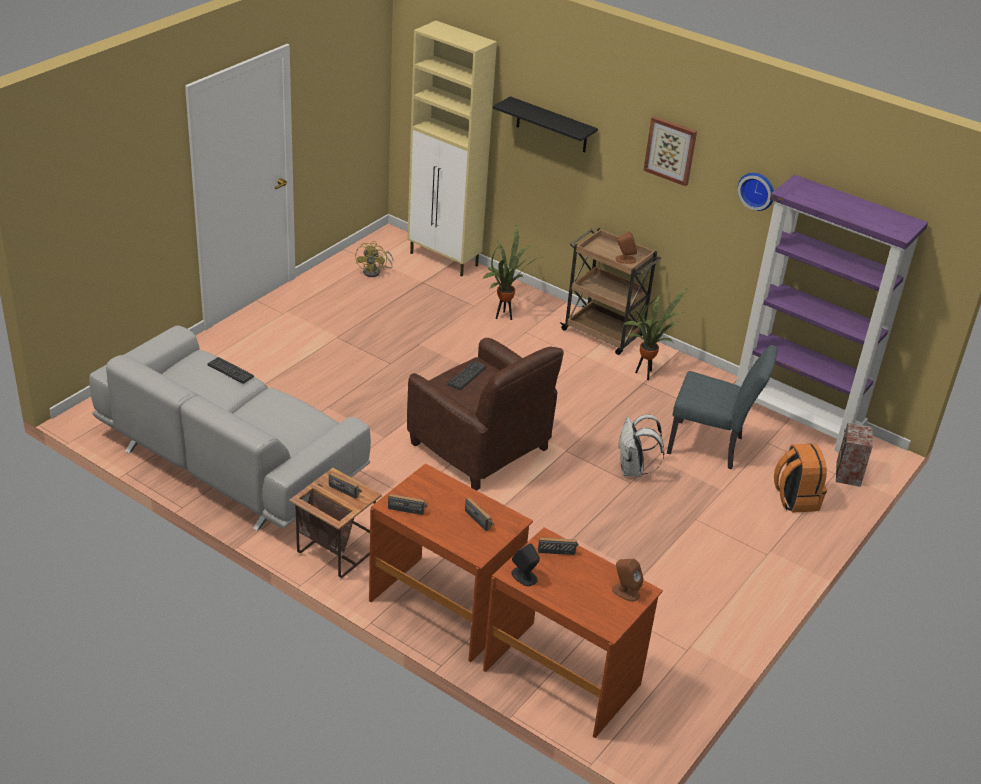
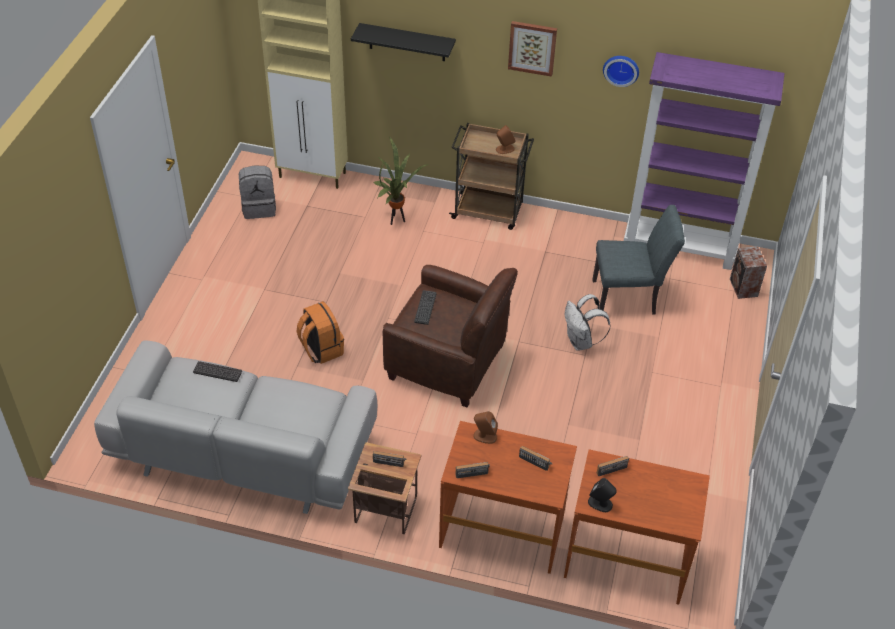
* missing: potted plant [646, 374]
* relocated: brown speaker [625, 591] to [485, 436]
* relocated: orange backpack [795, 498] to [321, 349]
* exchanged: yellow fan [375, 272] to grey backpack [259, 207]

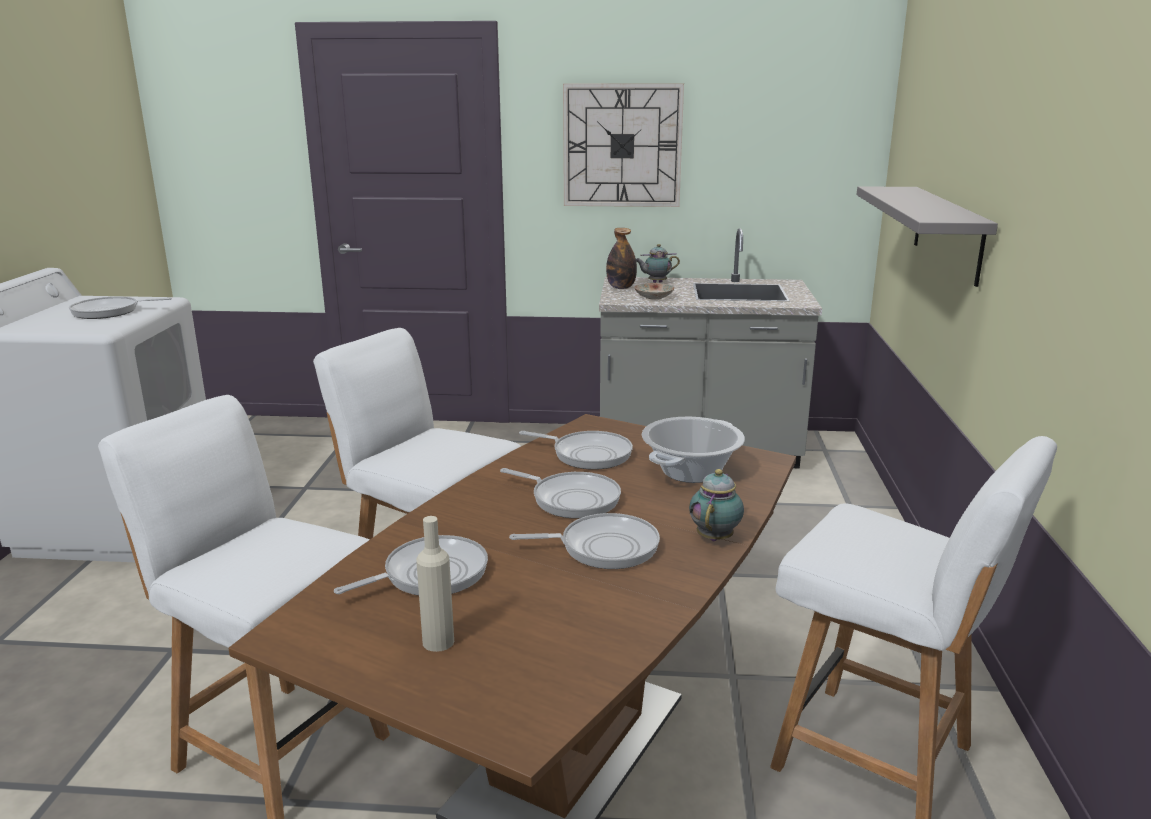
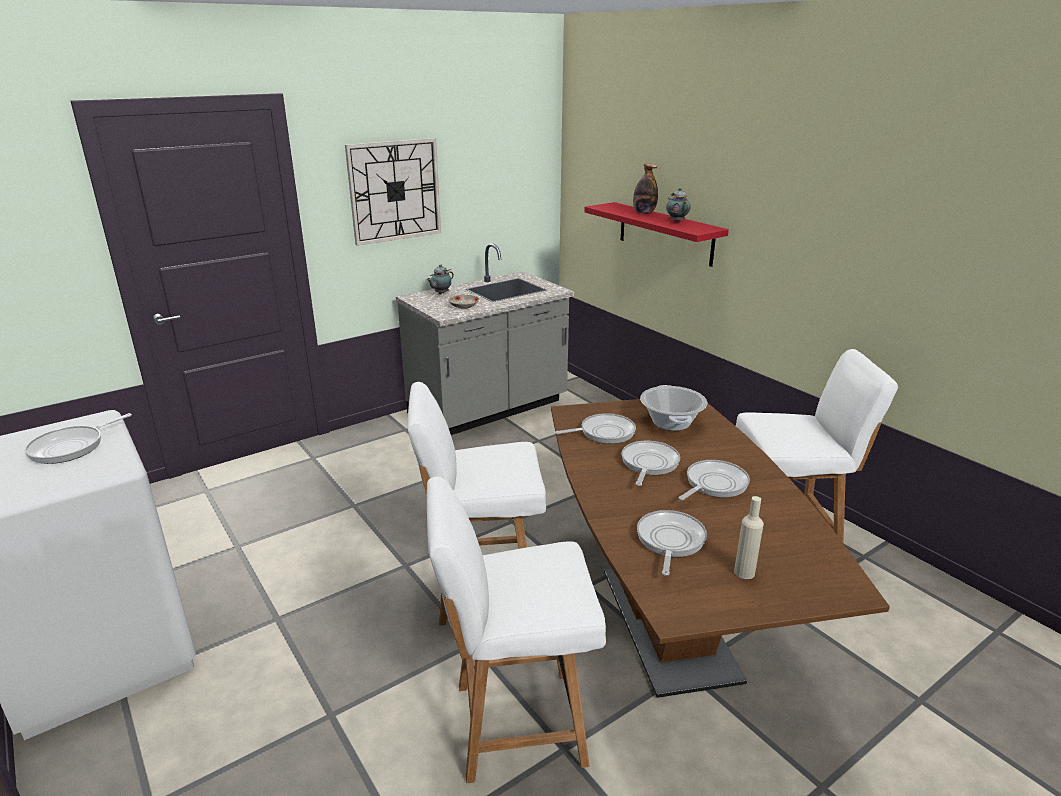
* relocated: bottle [621, 287] to [644, 213]
* relocated: teapot [716, 537] to [676, 221]
* colour: grey shelf [948, 233] to red shelf [665, 233]
* spun: frying pan [571, 499] = [648, 464] 60 degrees counterclockwise

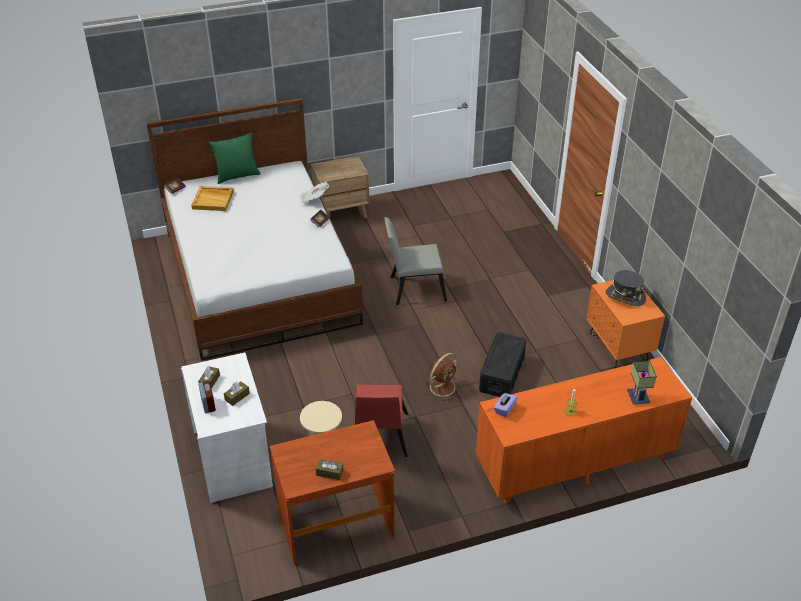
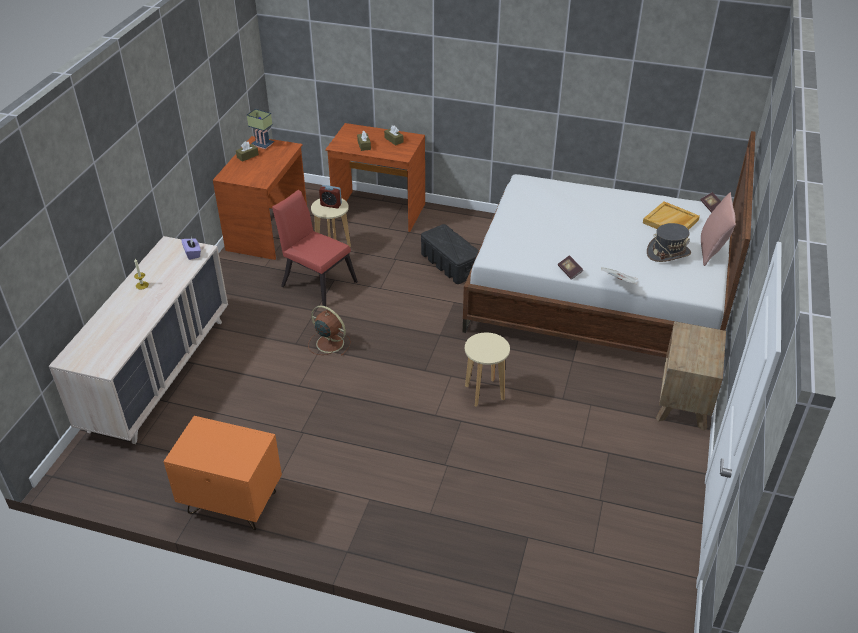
* relocated: alarm clock [208, 405] to [331, 205]
* relocated: black storage box [501, 374] to [450, 264]
* relocated: grey hat [625, 296] to [668, 253]
* relocated: table lamp [639, 398] to [261, 144]
* exchanged: grey chair [413, 288] to beige stool [484, 393]
* colour: white desk [233, 458] to brown desk [379, 211]
* colour: green pillow [237, 176] to pink pillow [712, 250]
* colour: orange dresser [574, 463] to beige dresser [159, 373]
* spun: brown fan [443, 386] = [329, 343] 135 degrees clockwise

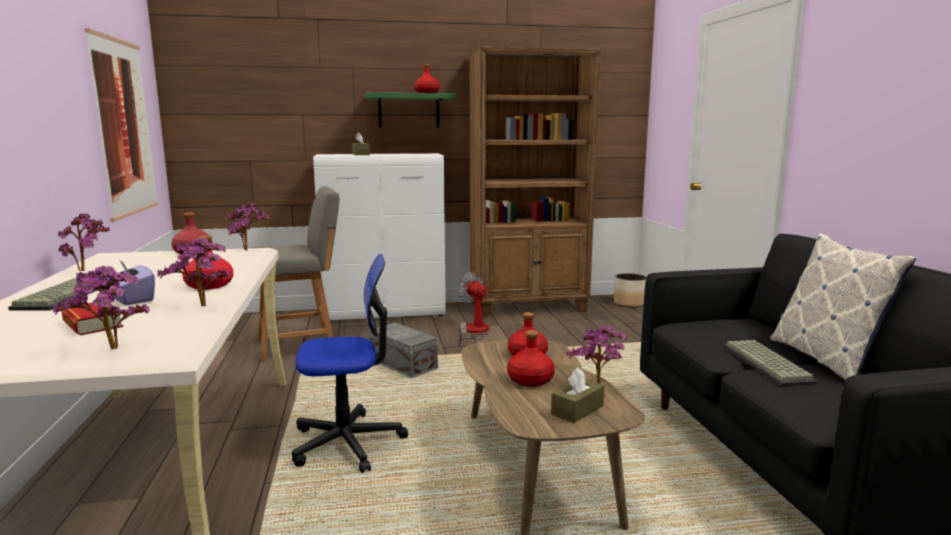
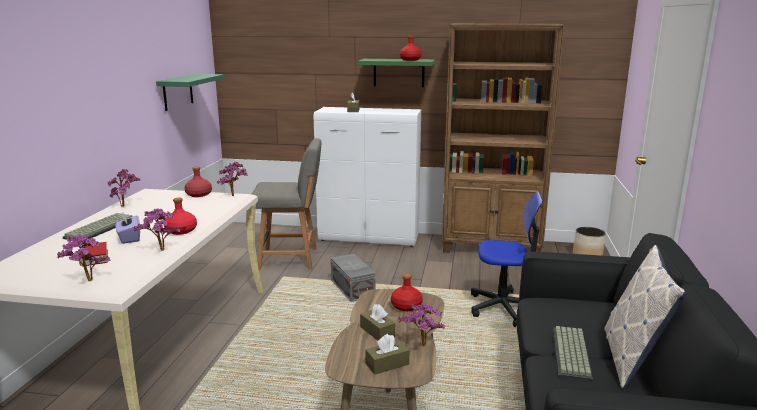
* missing: fan [474, 332]
* relocated: office chair [347, 443] to [503, 308]
* exchanged: picture [124, 127] to green shelf [178, 92]
* exchanged: red bottle [530, 380] to brown tissue box [377, 332]

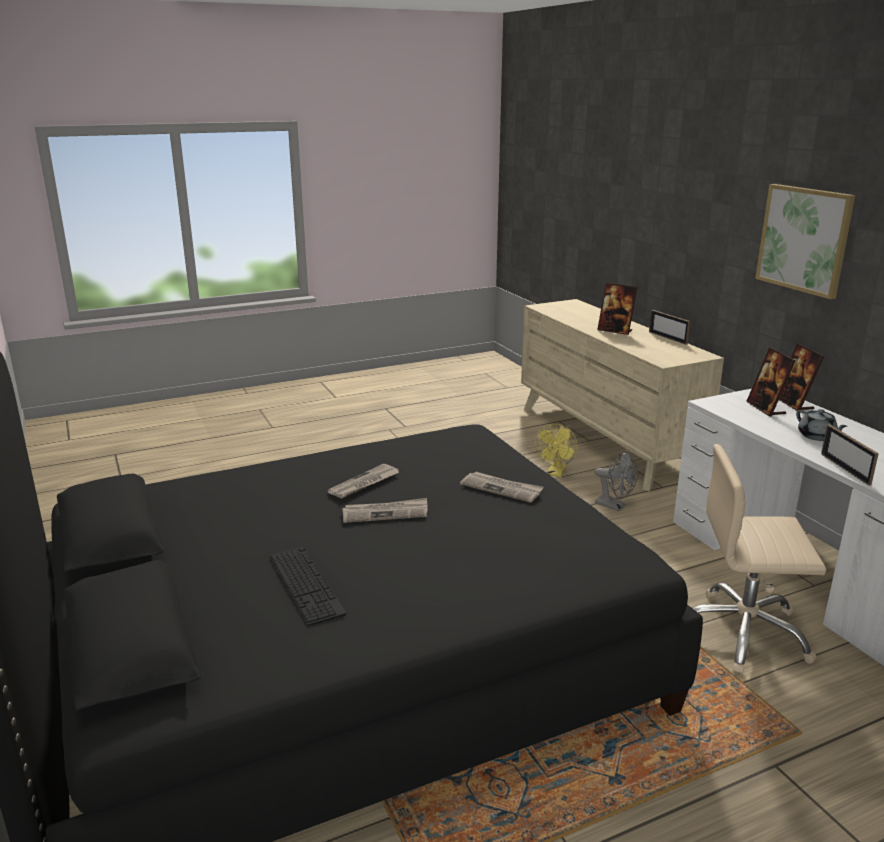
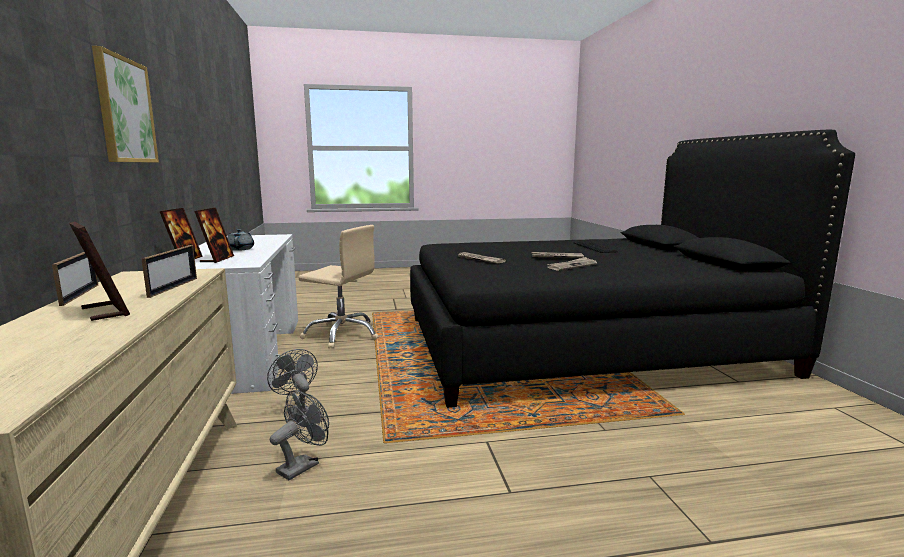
* relocated: picture frame [845, 469] to [173, 287]
* colour: yellow fan [555, 473] to grey fan [303, 465]

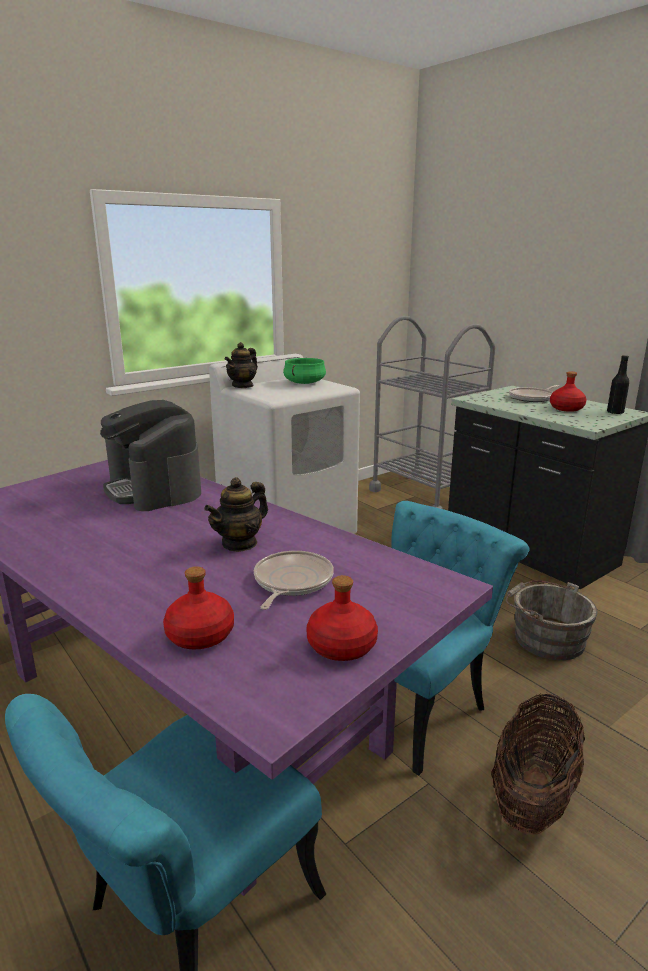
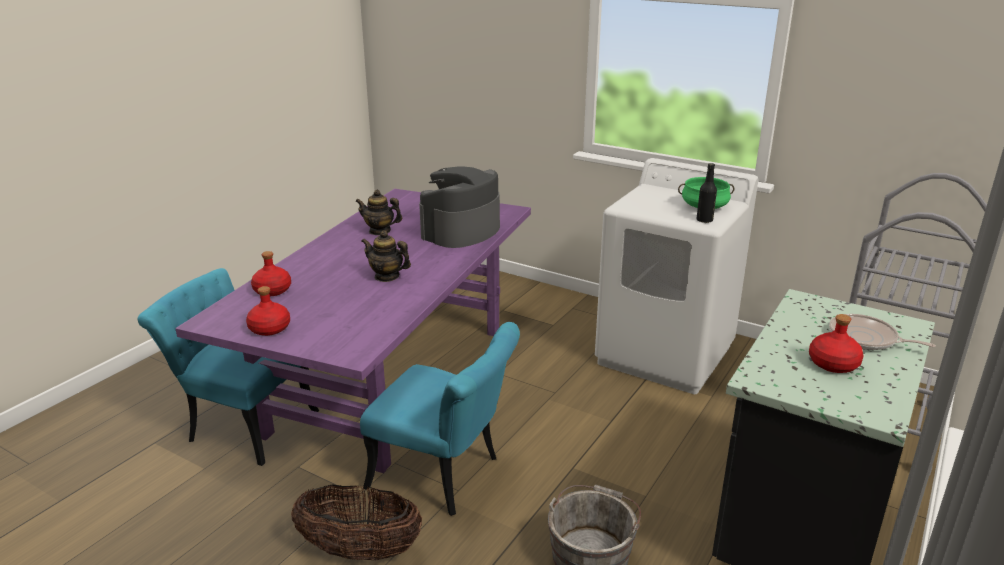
* missing: frying pan [291, 582]
* relocated: teapot [243, 386] to [380, 231]
* relocated: black bottle [615, 412] to [704, 220]

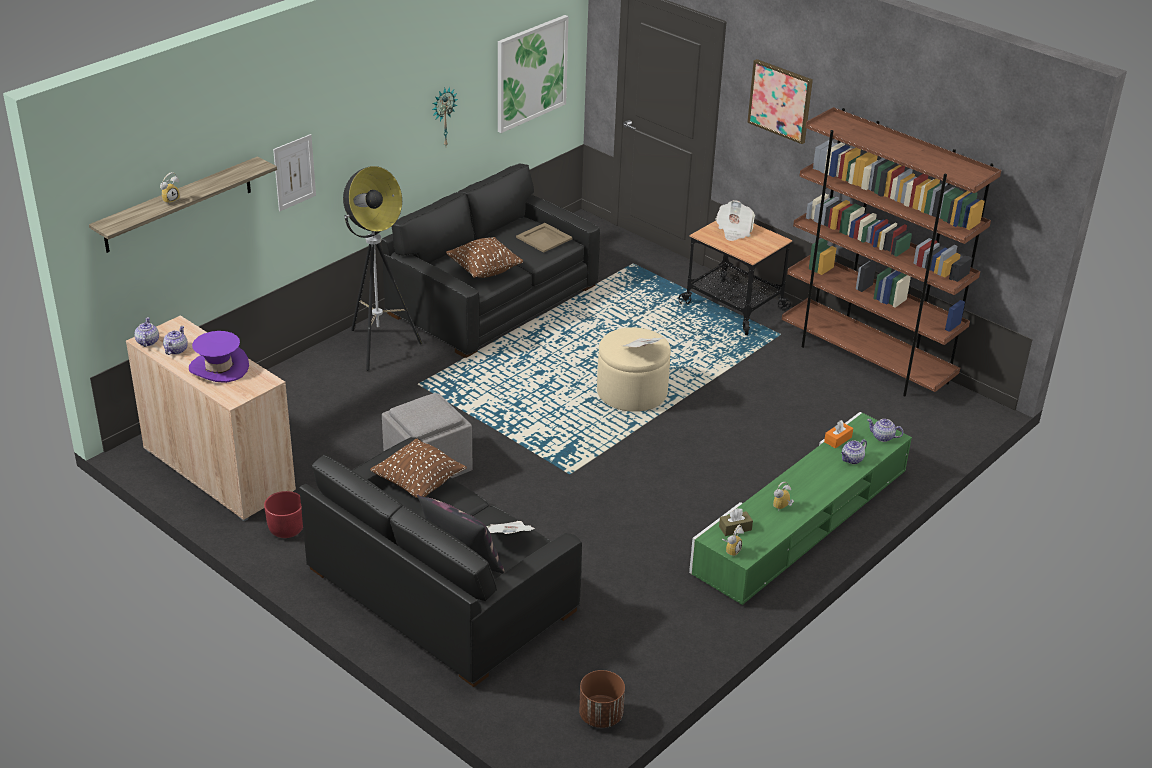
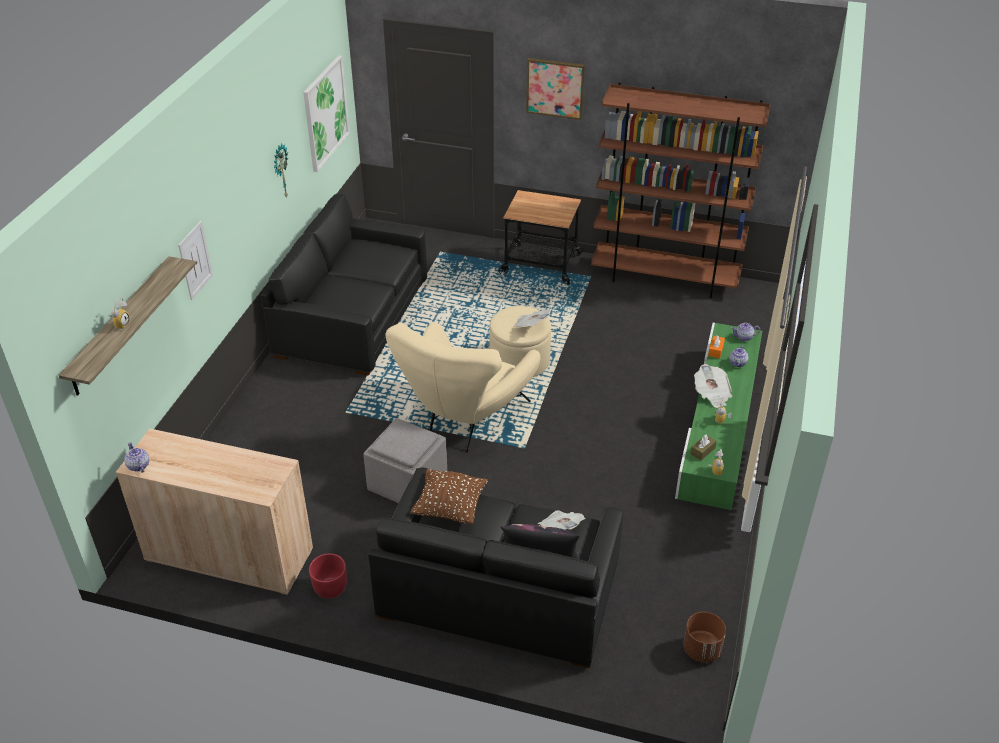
* missing: teapot [175, 350]
* missing: purple hat [219, 368]
* missing: floor lamp [379, 347]
* missing: brown pillow [484, 270]
* missing: beige tray [543, 238]
* appeared: beige armchair [464, 421]
* relocated: newspaper [734, 231] to [711, 394]

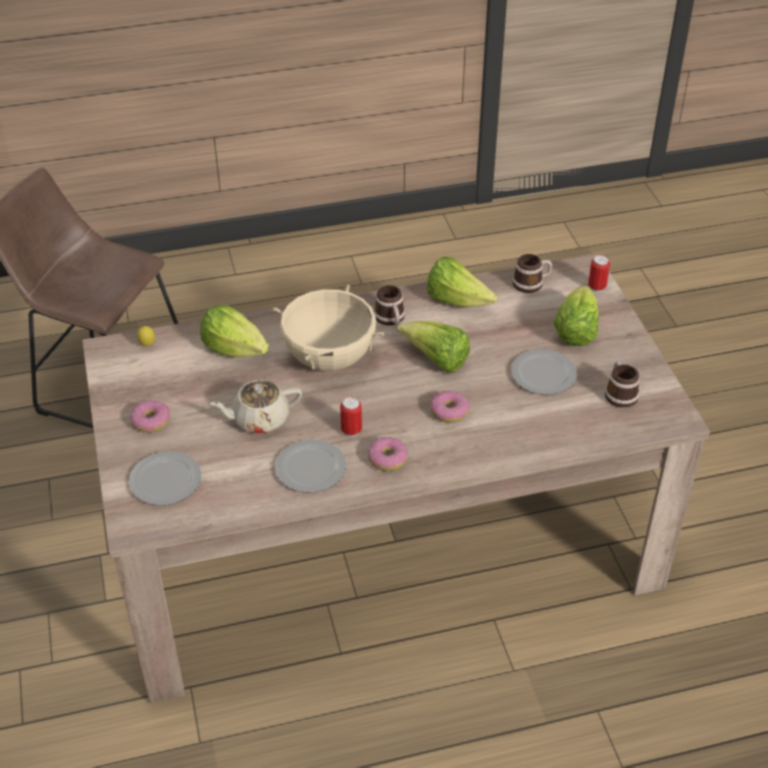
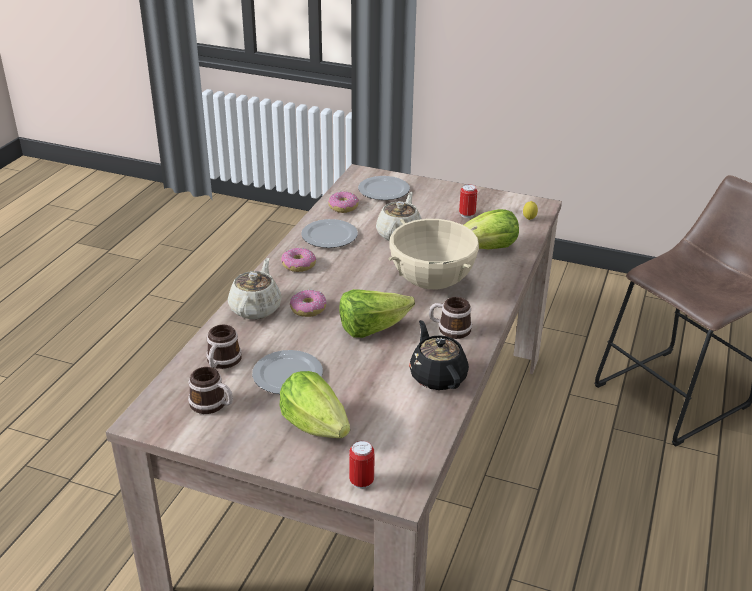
* appeared: beige teapot [256, 308]
* relocated: donut [151, 422] to [343, 207]
* relocated: can [351, 430] to [467, 214]
* relocated: mug [531, 283] to [222, 362]
* exchanged: lettuce [457, 301] to black teapot [437, 376]

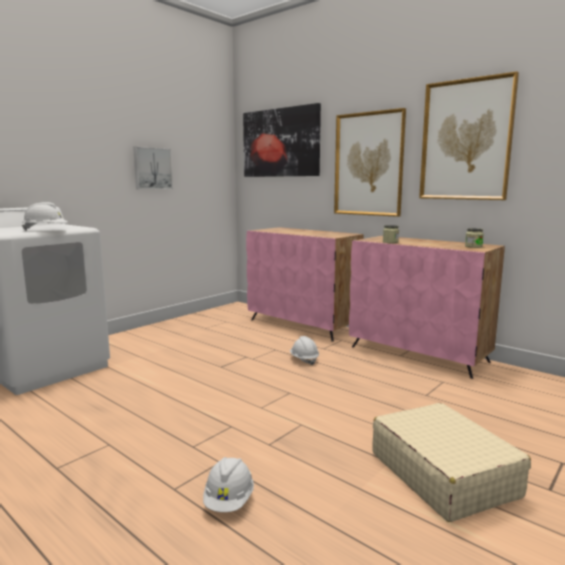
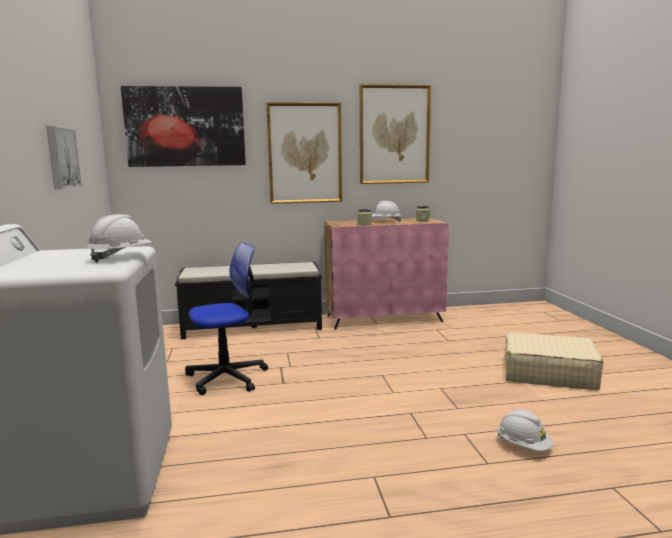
* appeared: office chair [227, 377]
* relocated: white hard hat [304, 359] to [385, 221]
* exchanged: pink cabinet [303, 325] to black bench [254, 327]

